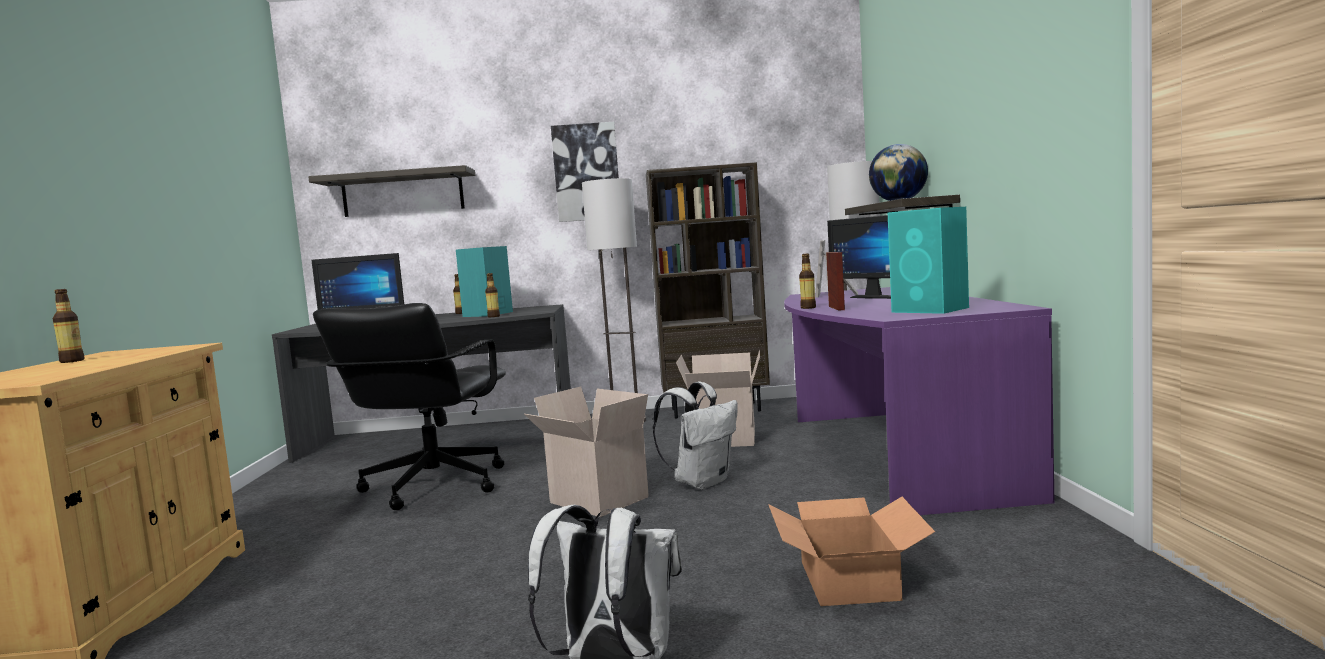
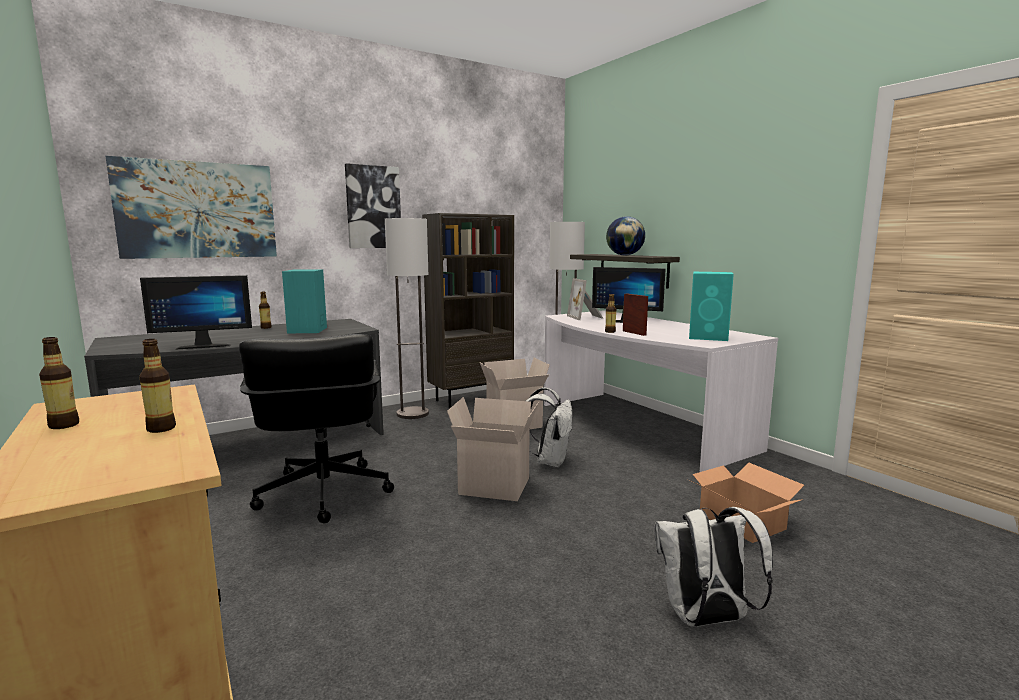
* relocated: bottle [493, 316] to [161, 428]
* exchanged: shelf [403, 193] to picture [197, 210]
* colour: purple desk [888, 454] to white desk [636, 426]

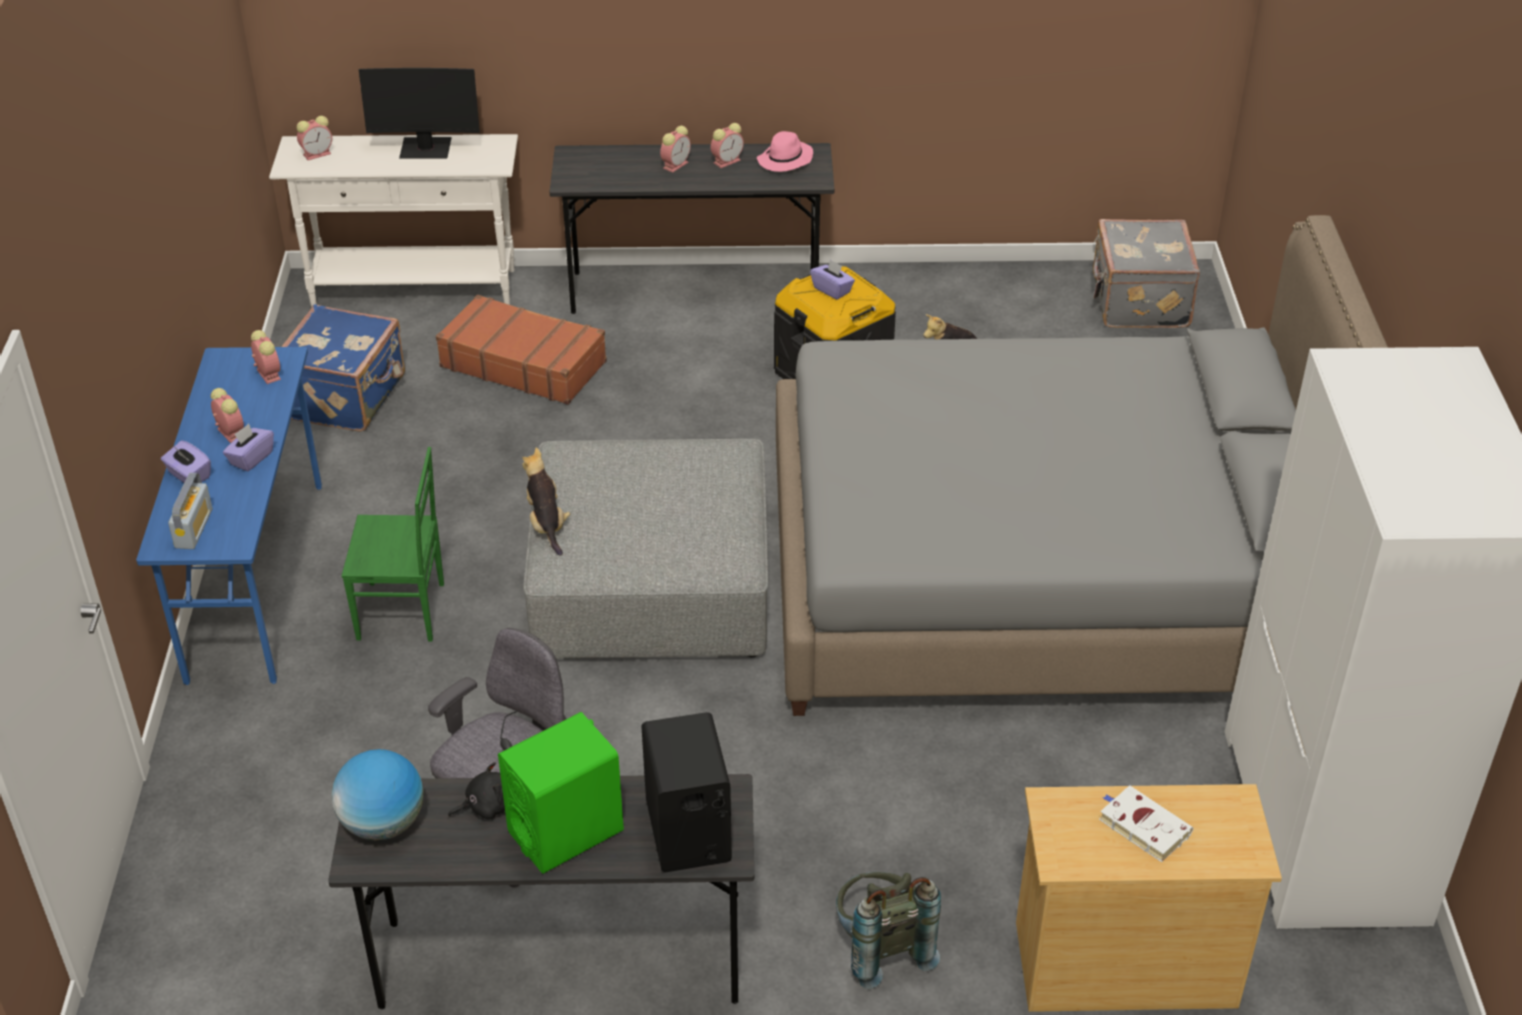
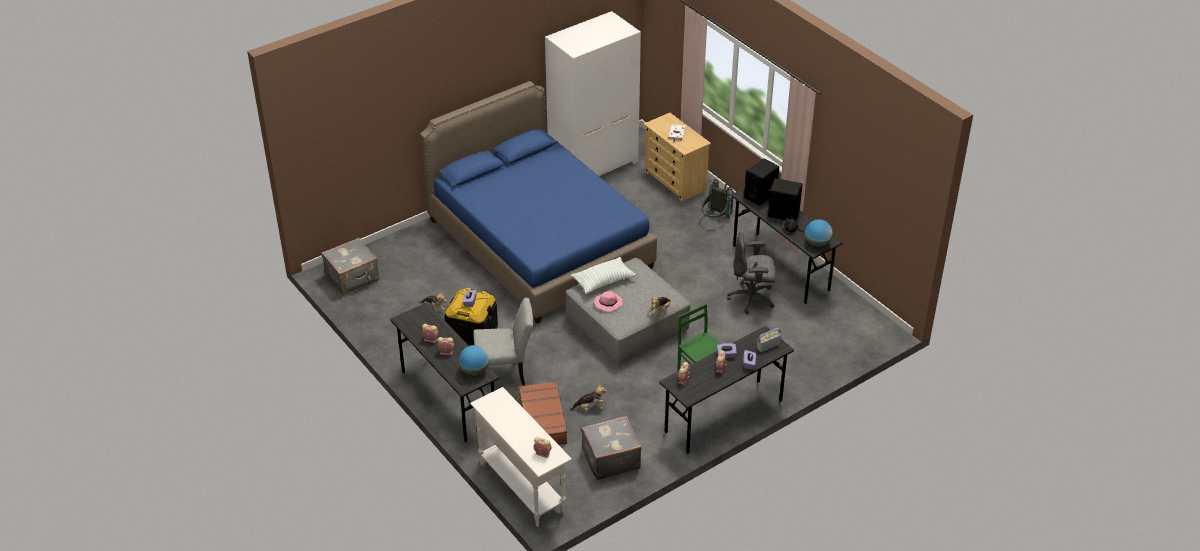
* missing: monitor [426, 149]
* appeared: globe [474, 370]
* appeared: grey chair [505, 374]
* appeared: plush toy [589, 408]
* appeared: pillow [603, 281]
* relocated: pink hat [785, 161] to [608, 303]
* colour: blue desk [255, 579] to grey desk [723, 417]
* colour: blue suitcase [347, 397] to grey suitcase [610, 459]
* colour: green speaker [566, 831] to black speaker [783, 213]
* colour: grey bed [1045, 576] to blue bed [539, 244]

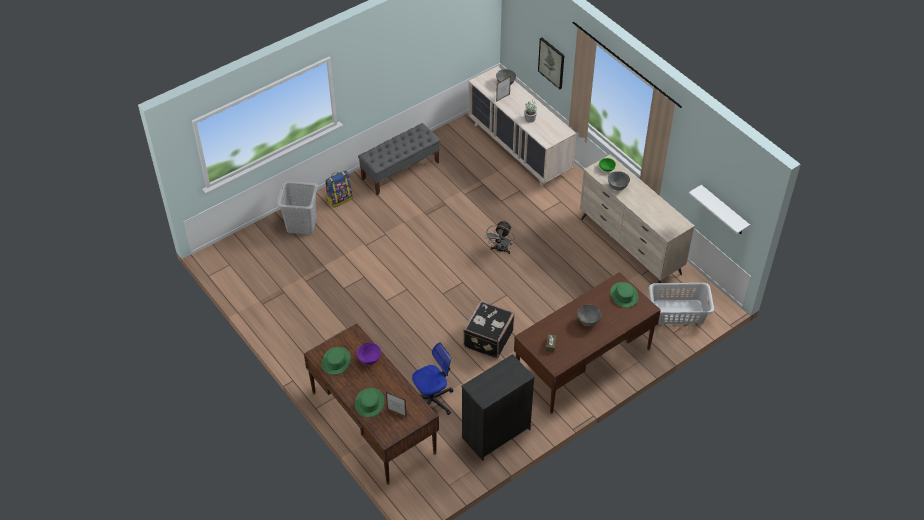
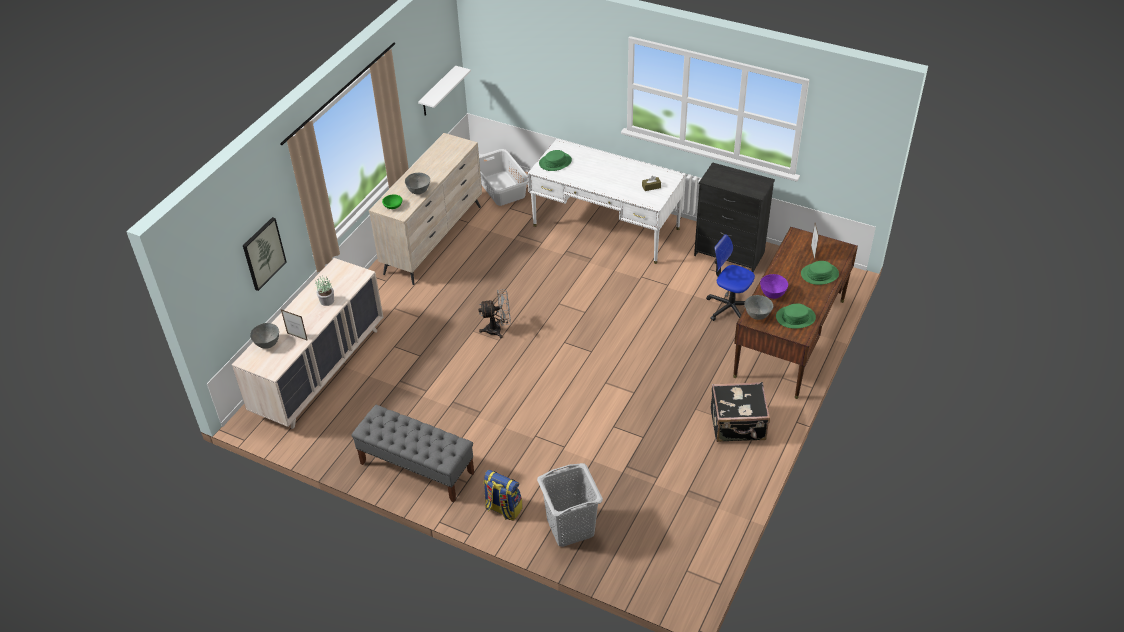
* relocated: black suitcase [487, 338] to [738, 425]
* relocated: grey bowl [588, 321] to [757, 315]
* colour: brown desk [583, 362] to white desk [606, 227]

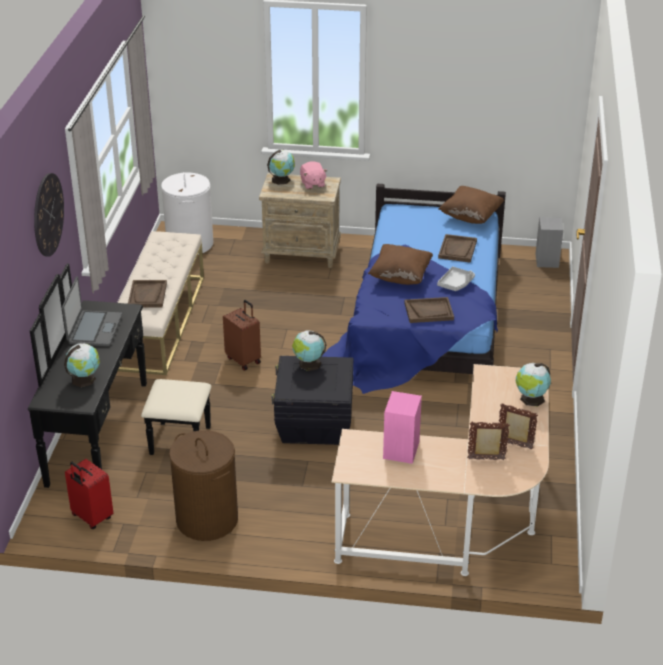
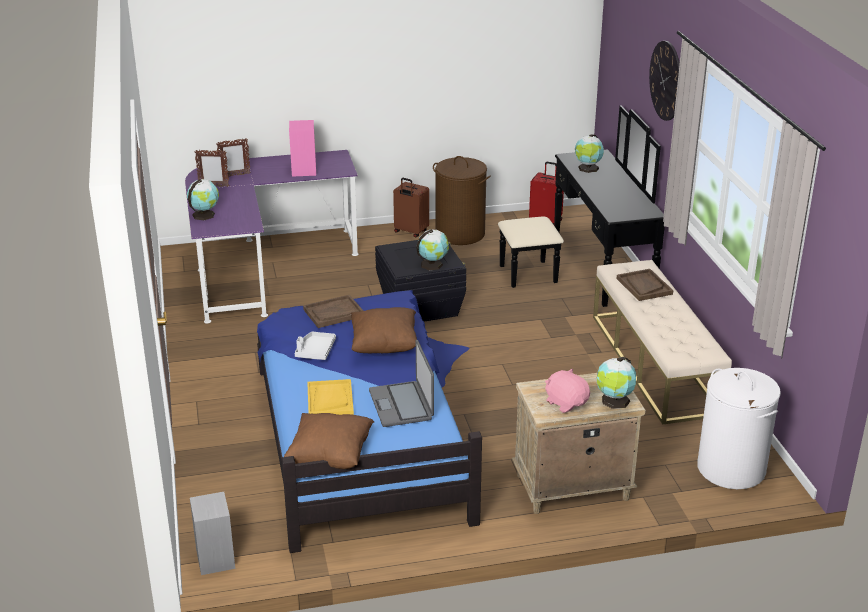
* relocated: laptop [94, 329] to [402, 405]
* relocated: brown suitcase [244, 360] to [410, 232]
* colour: beige desk [460, 520] to purple desk [261, 267]
* colour: brown tray [457, 250] to yellow tray [330, 400]

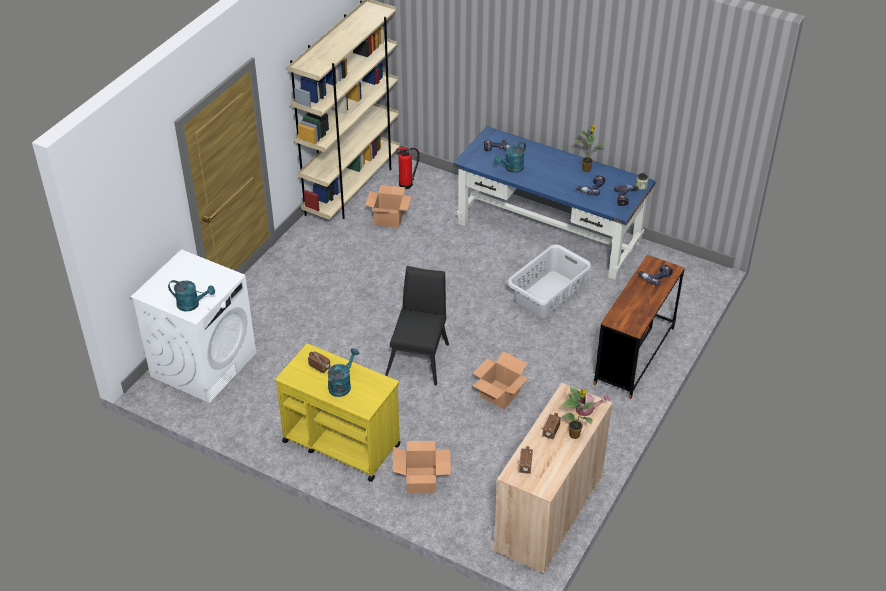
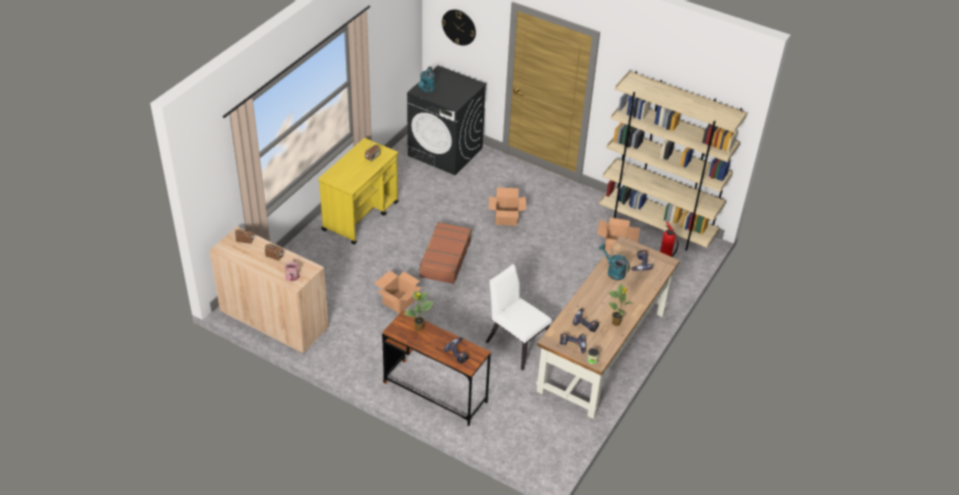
* missing: turquoise watering can [342, 385]
* appeared: wall clock [459, 27]
* relocated: cardboard box [421, 480] to [506, 218]
* relocated: potted plant [575, 435] to [419, 328]
* exchanged: black chair [419, 356] to brown suitcase [445, 259]
* exchanged: grey laundry basket [547, 294] to white chair [516, 341]
* colour: white washing machine [204, 364] to black washing machine [445, 152]
* colour: blue desk [550, 232] to brown desk [603, 351]

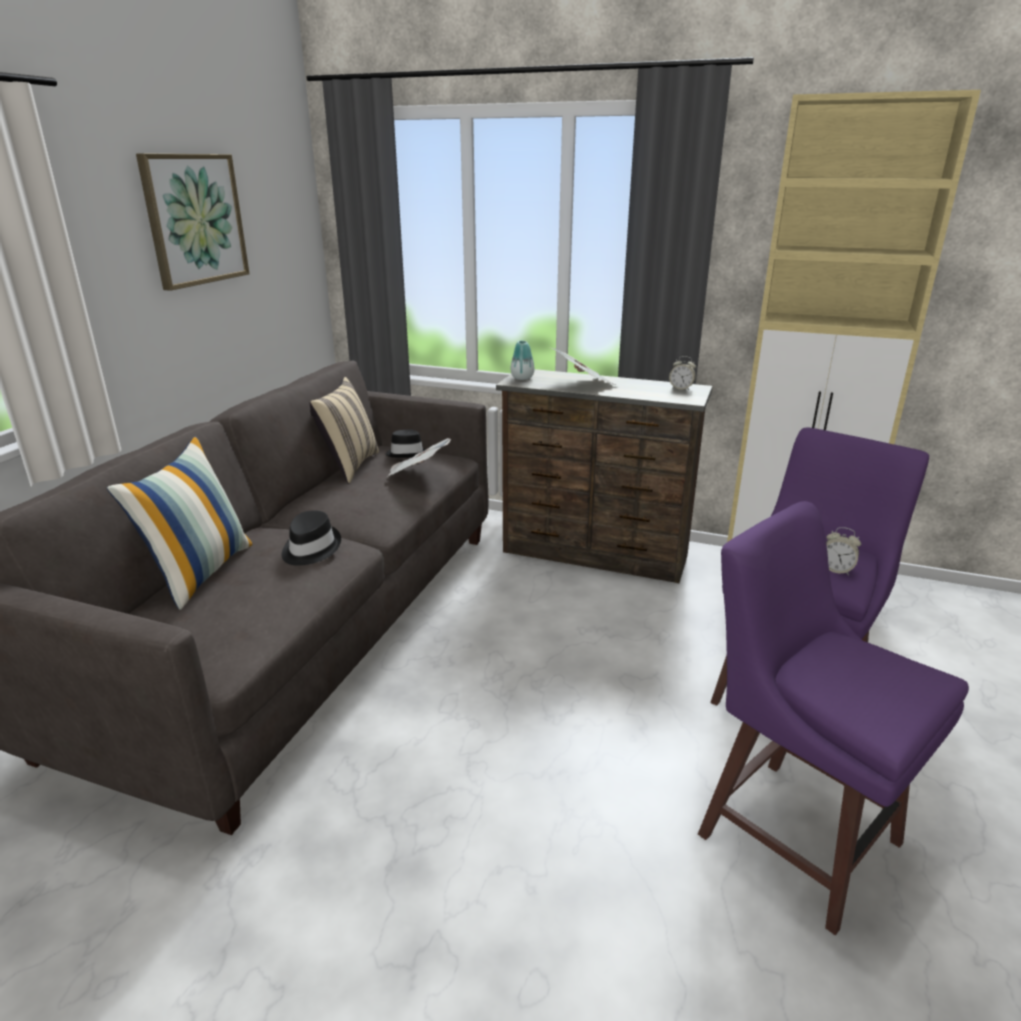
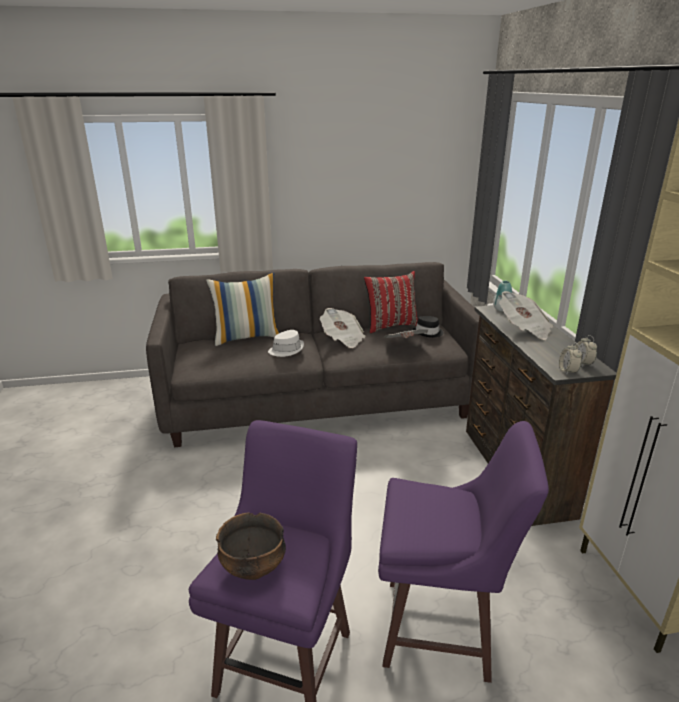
* missing: picture [194, 219]
* appeared: bowl [253, 567]
* appeared: newspaper [342, 339]
* relocated: alarm clock [836, 570] to [568, 371]
* colour: black hat [310, 549] to white hat [286, 349]
* colour: beige pillow [349, 466] to red pillow [391, 325]

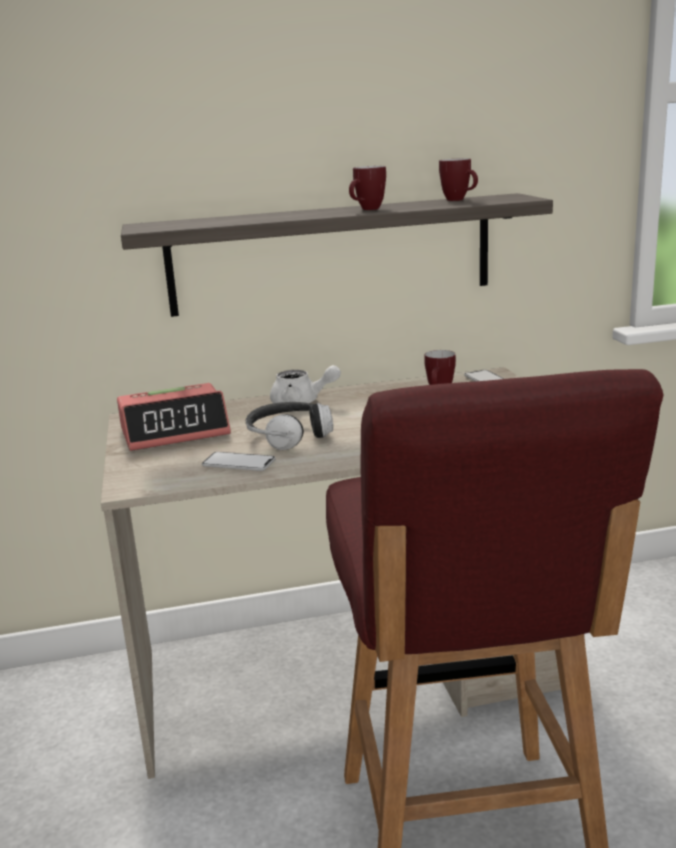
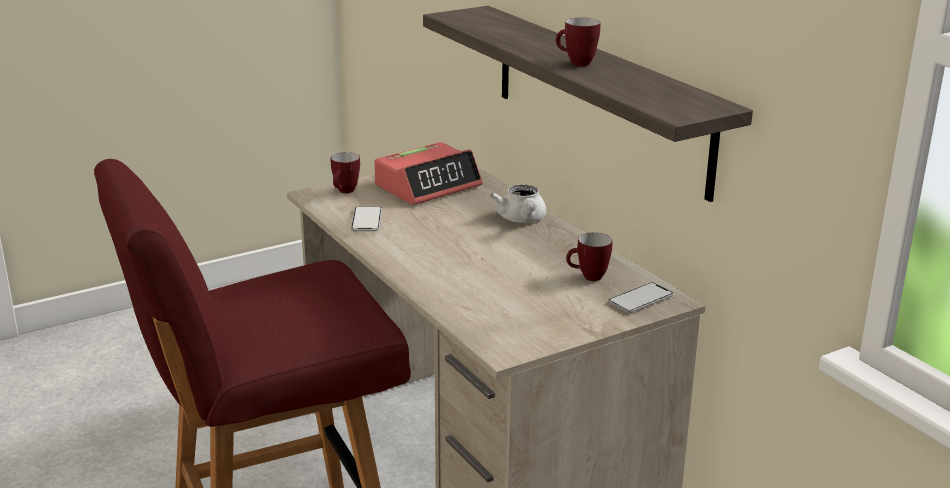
* missing: headphones [289, 437]
* relocated: mug [459, 200] to [345, 192]
* spun: alarm clock [175, 431] = [428, 186] 90 degrees counterclockwise

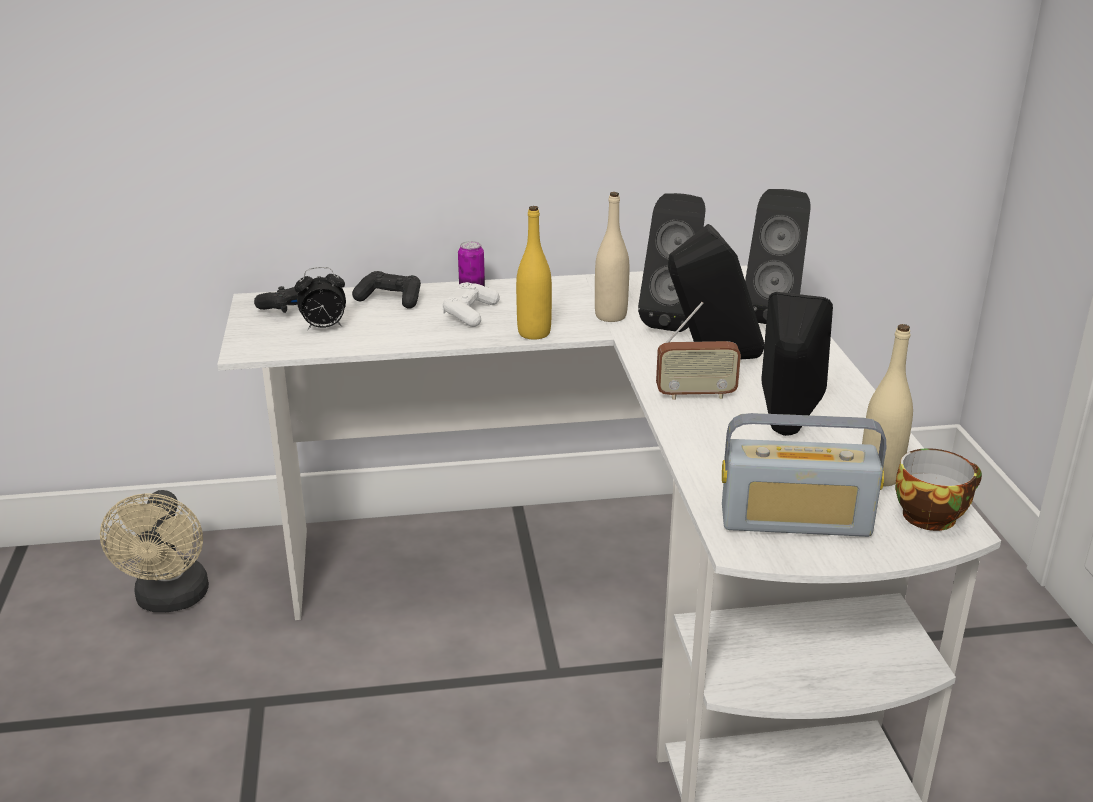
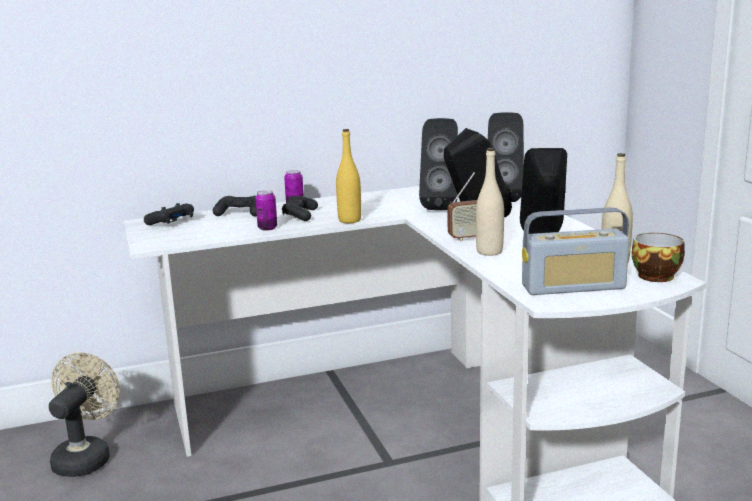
* missing: alarm clock [324, 327]
* appeared: can [267, 228]
* relocated: beige bottle [610, 316] to [489, 252]
* colour: white game controller [470, 313] to black game controller [300, 215]
* spun: beige fan [171, 600] = [86, 457] 150 degrees counterclockwise

